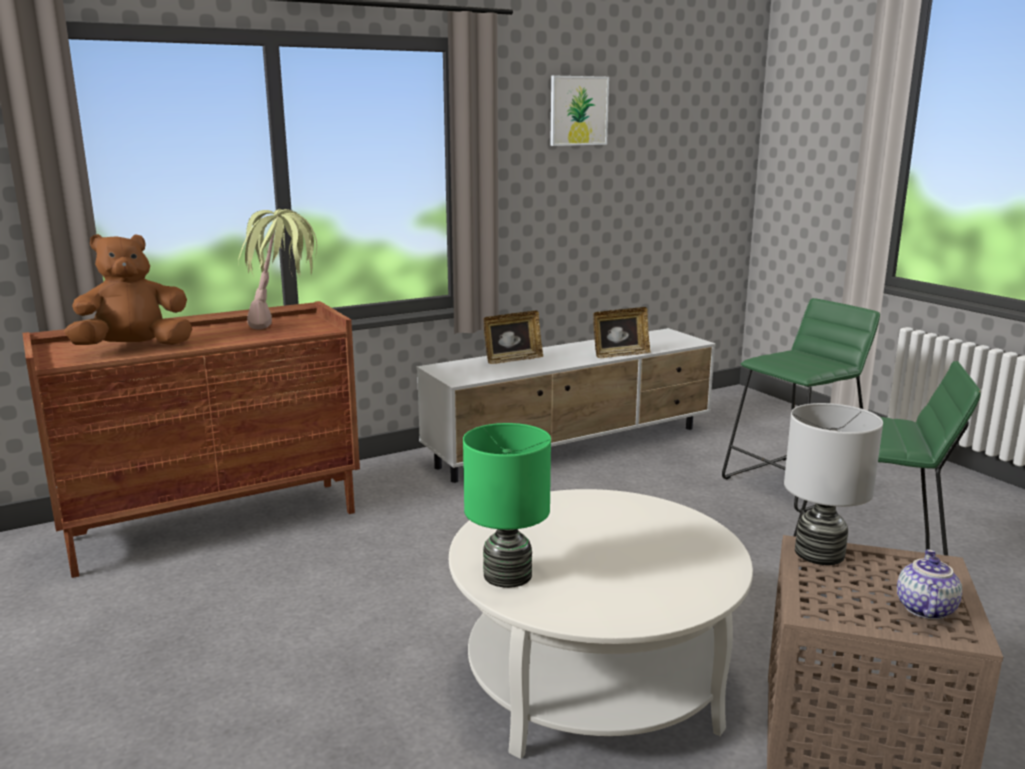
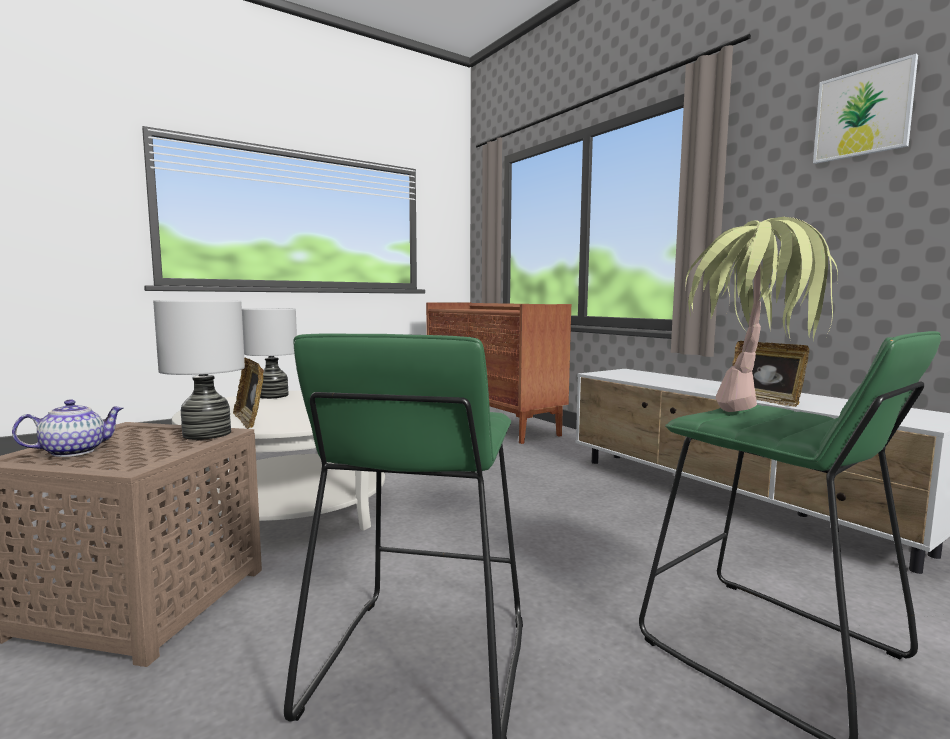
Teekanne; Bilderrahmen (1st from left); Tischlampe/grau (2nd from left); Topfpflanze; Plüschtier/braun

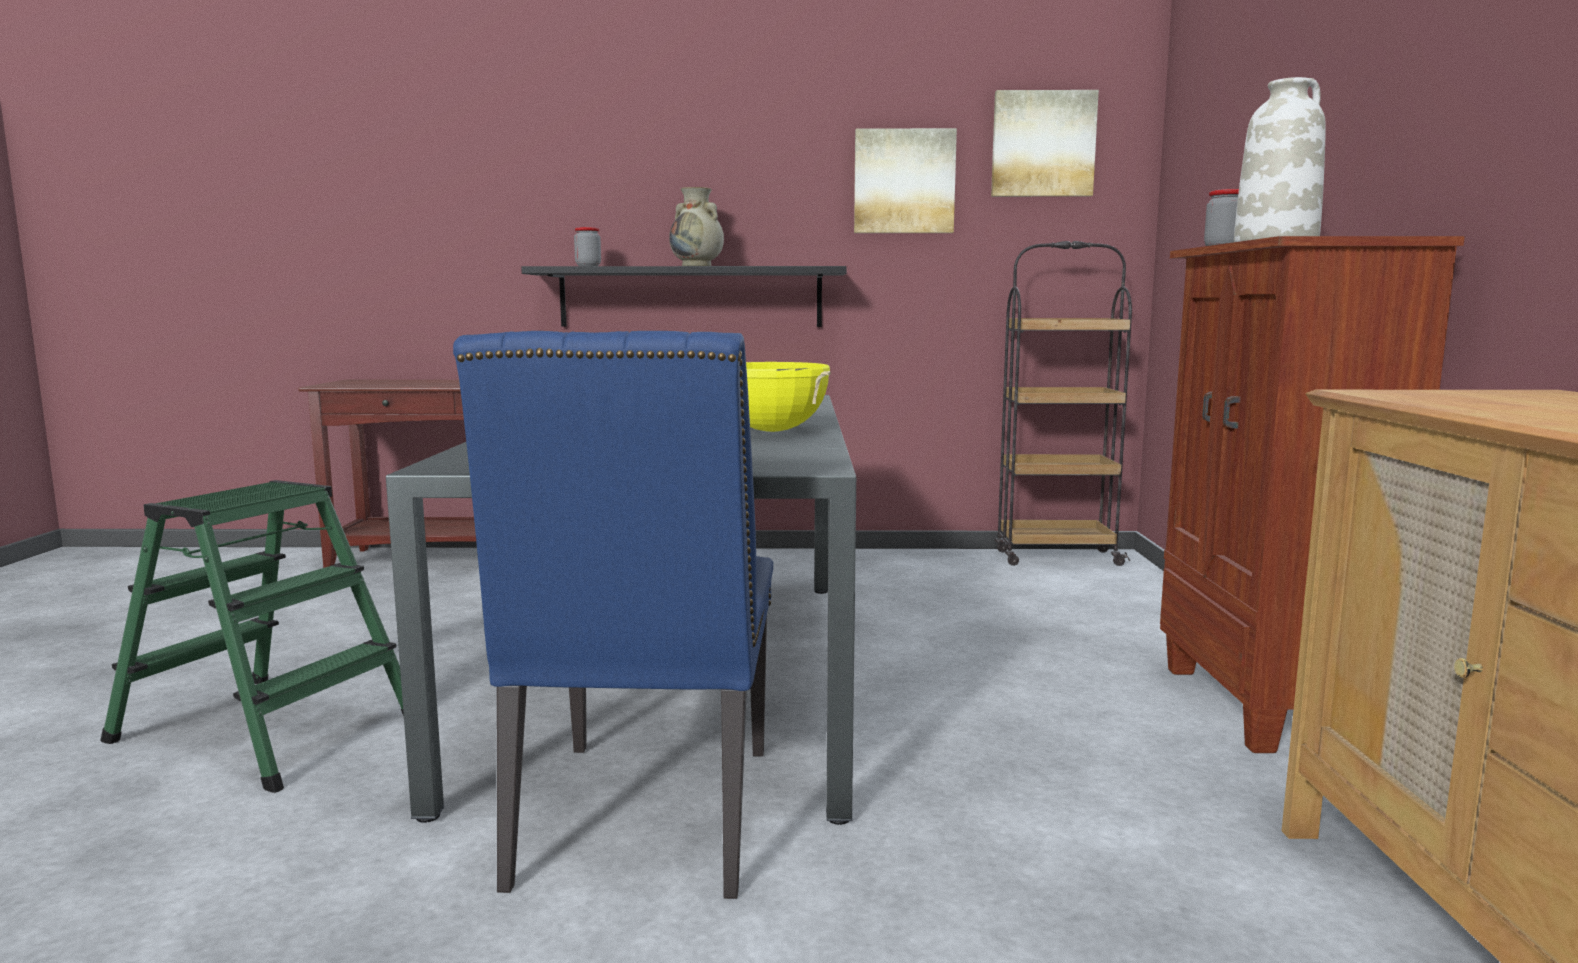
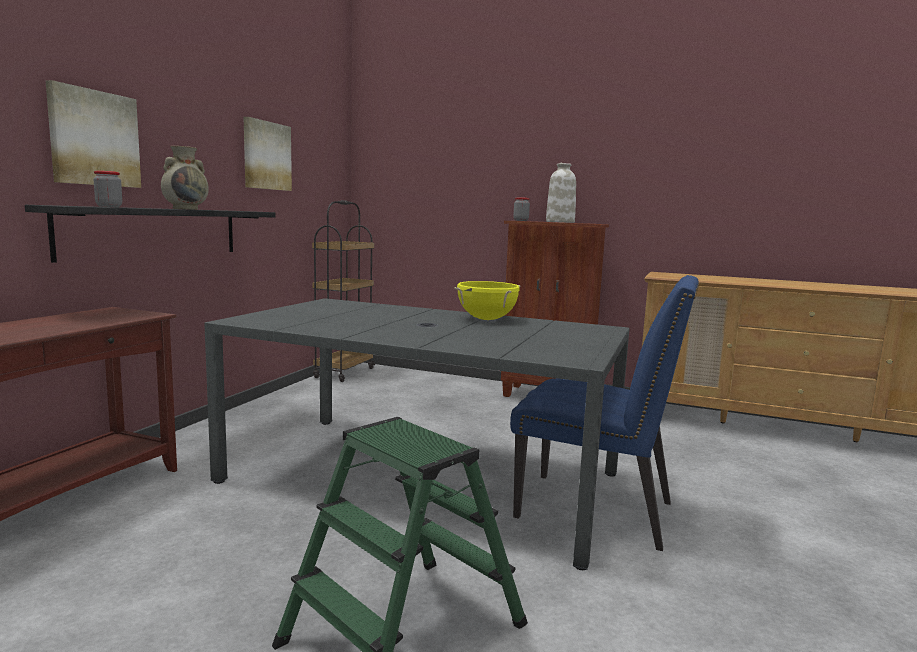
Bild (1st from left)

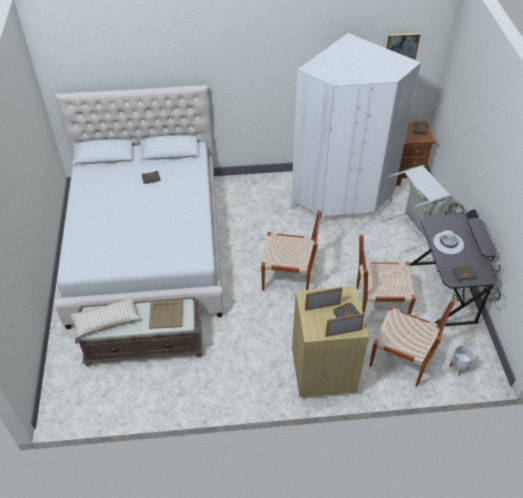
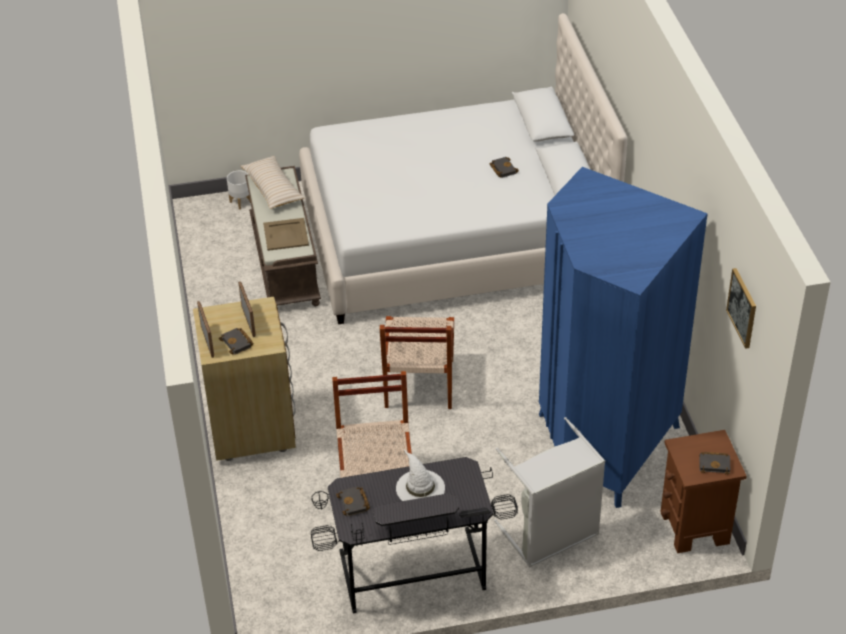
Pflanzkübel/weiß; Kleiderschrank/blau; Stuhl (3rd from left in the first image)

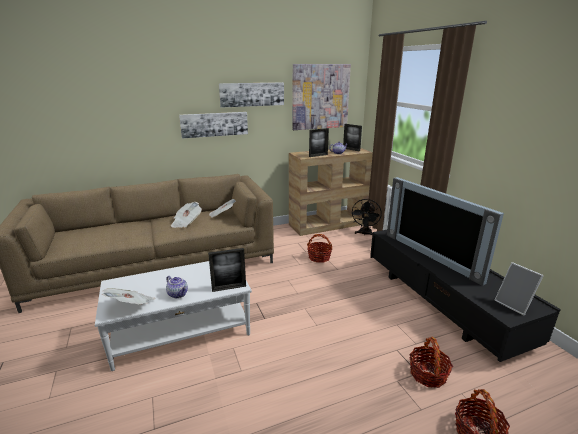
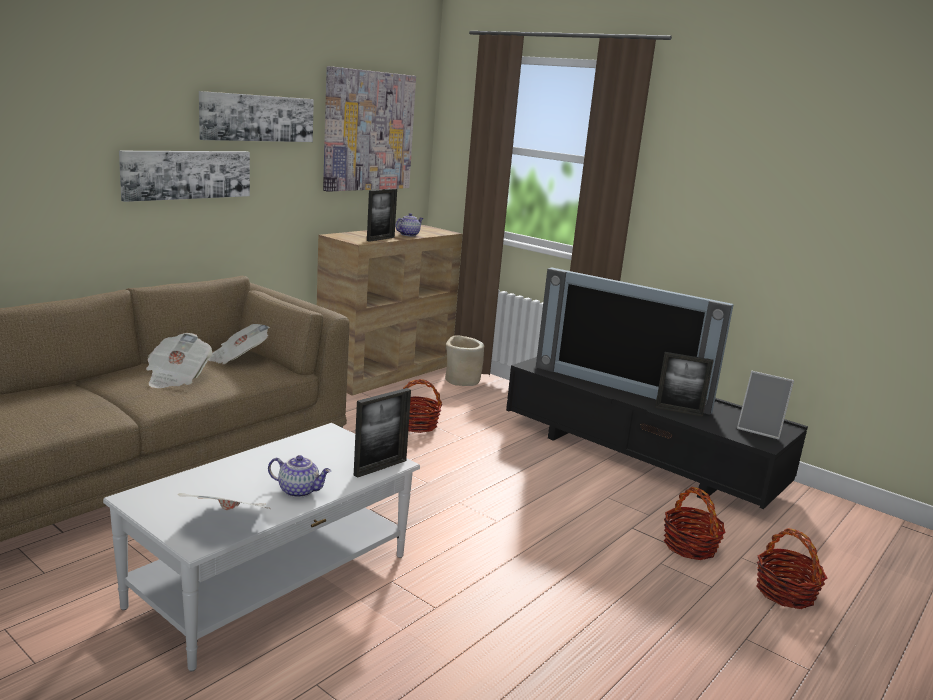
Pflanzkübel/beige; Bilderrahmen (3rd from left)

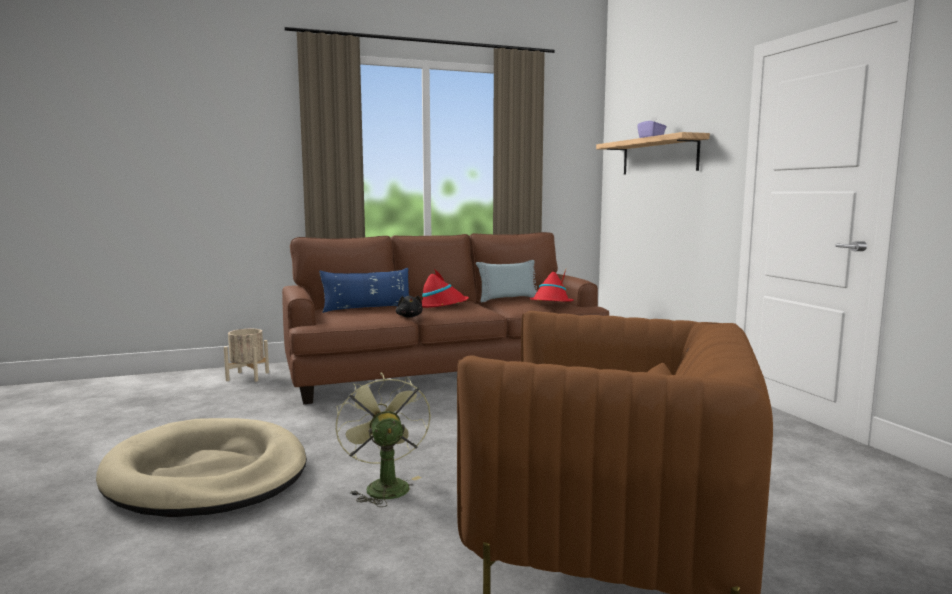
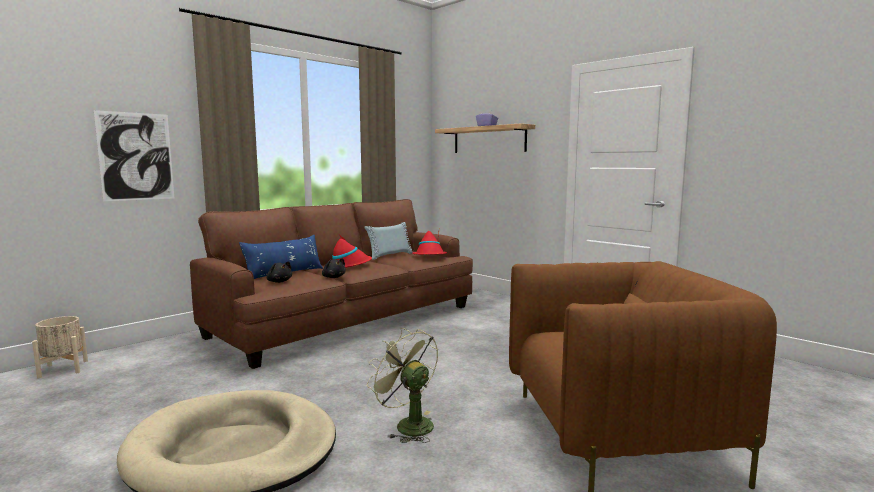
Pflanzkübel/beige; Bild; Plüschtier/schwarz (1st from left)

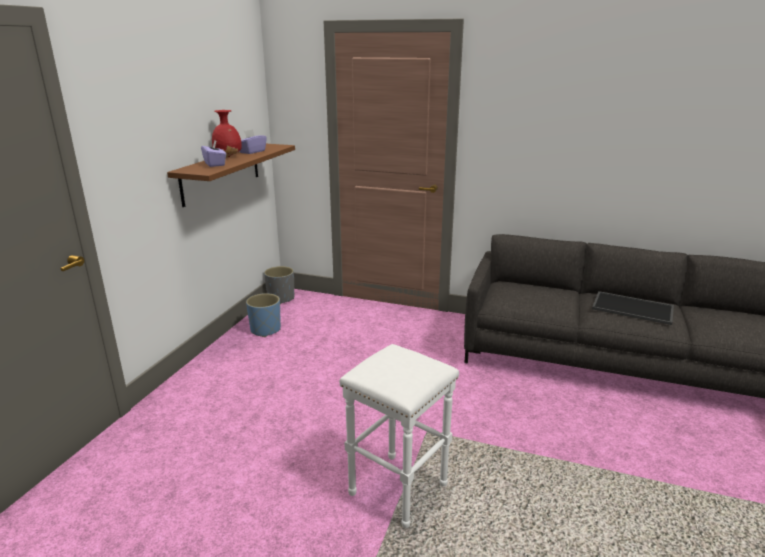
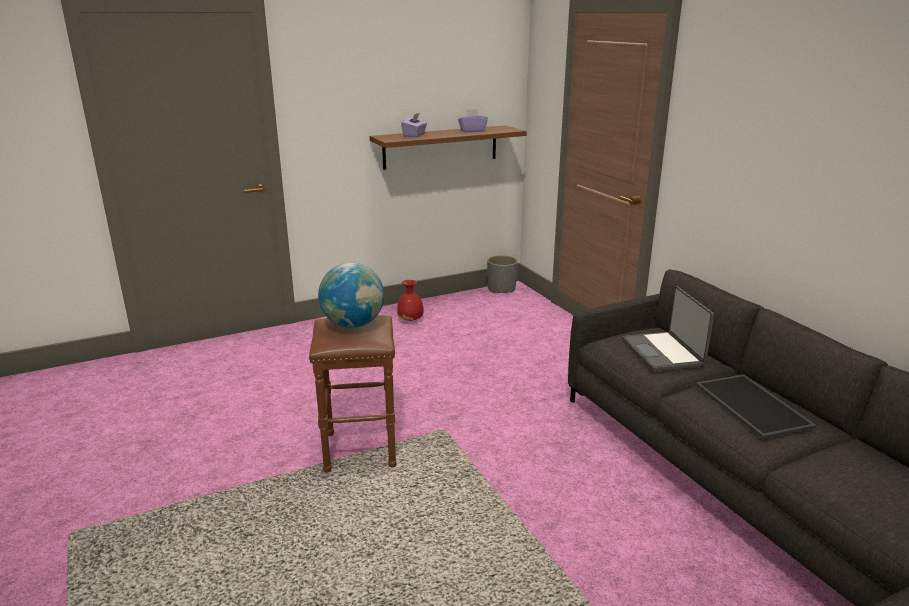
Hocker/braun; Globus; Vase/rot; Laptop; Pflanzkübel/blau

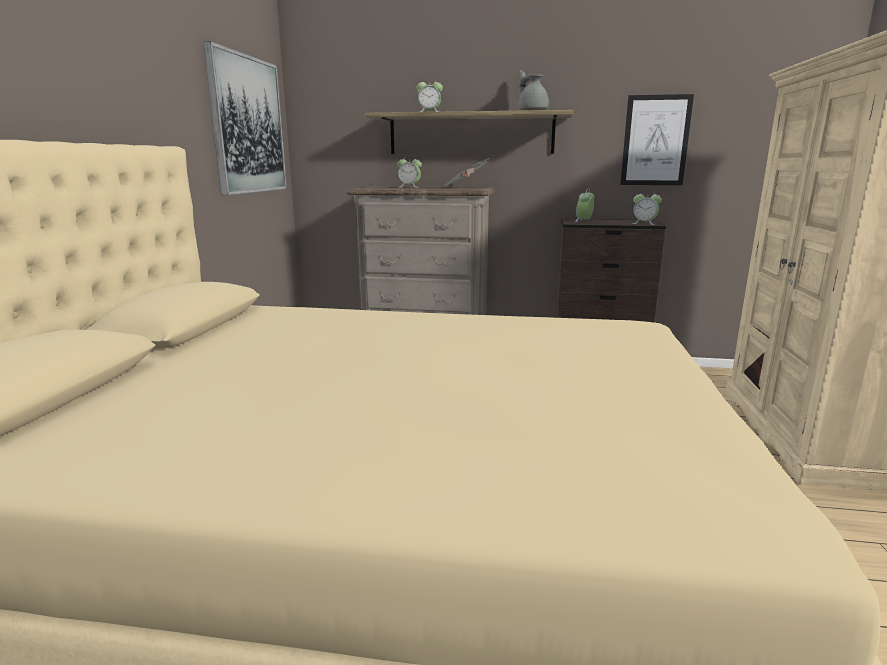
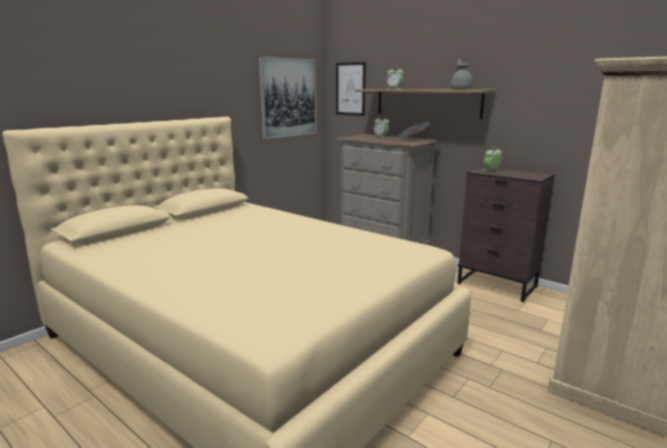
Bild (2nd from left); Wecker (4th from left in the first image)

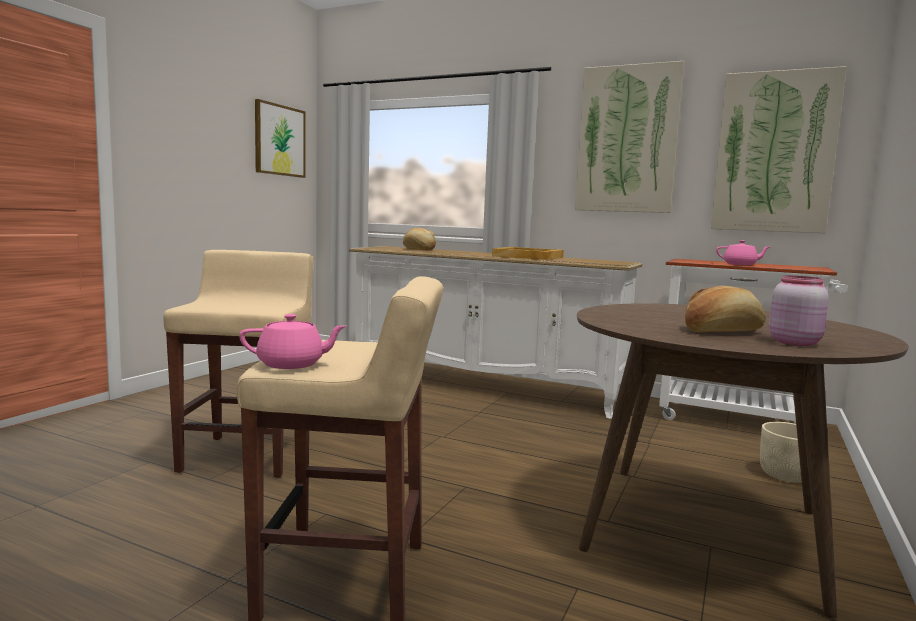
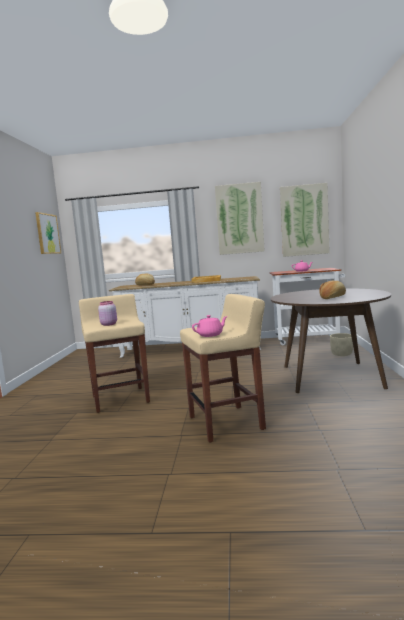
Vorratsglas/rosa

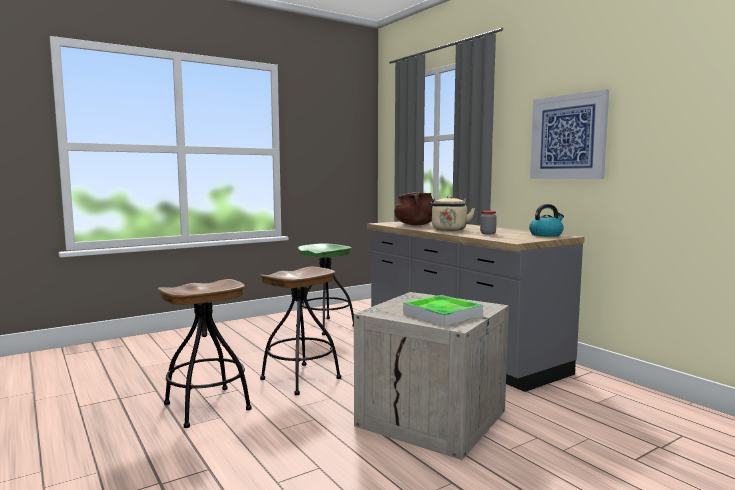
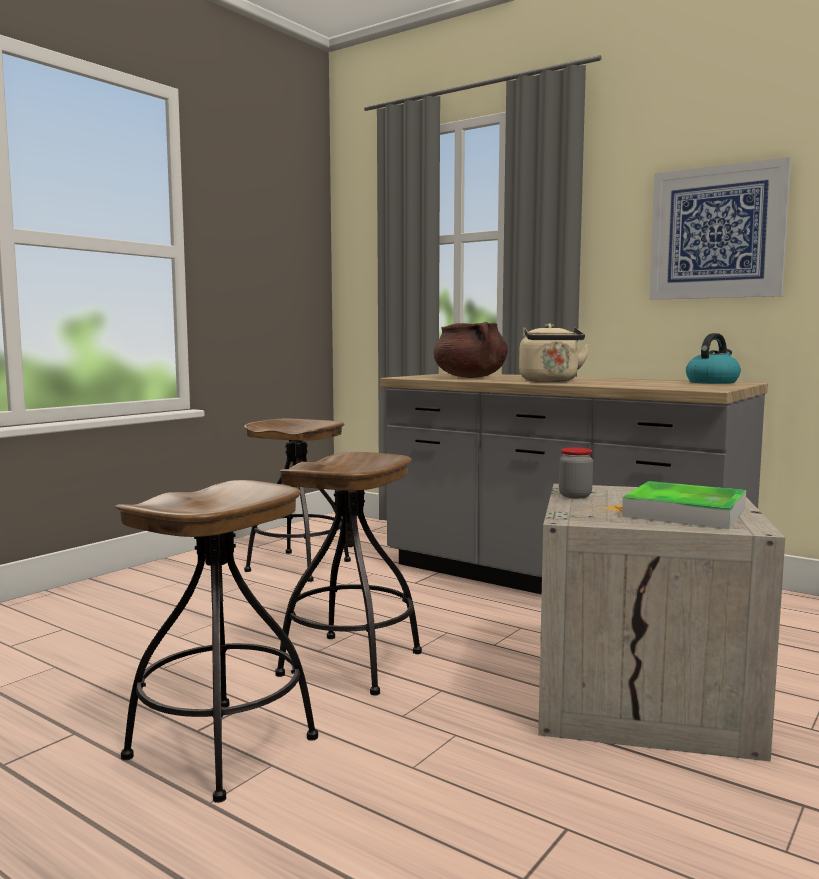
Hocker/braun (2nd from left); Vorratsglas

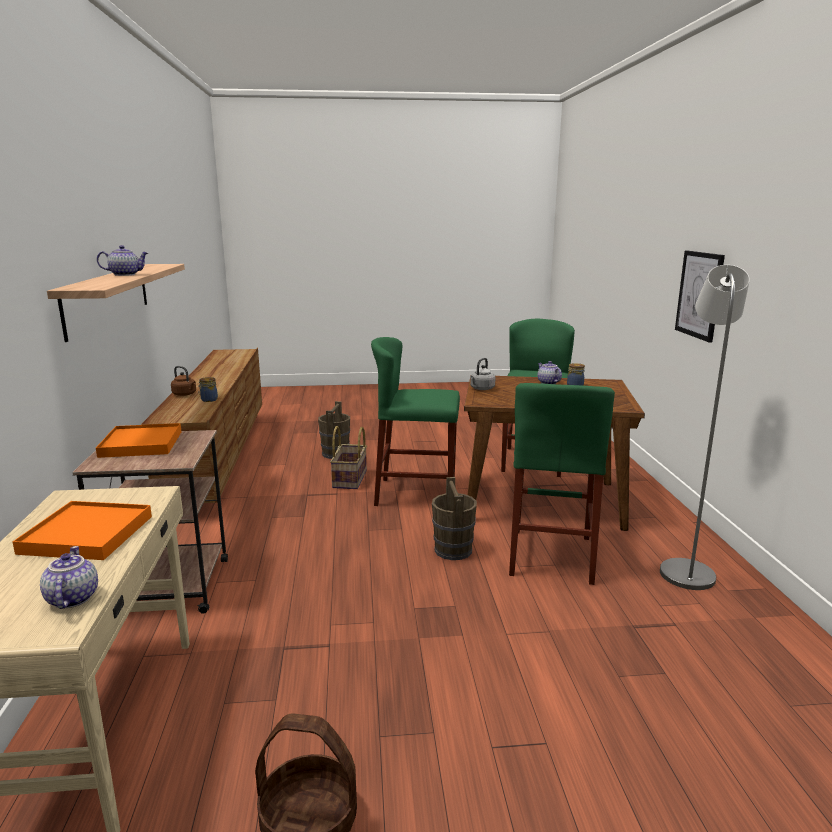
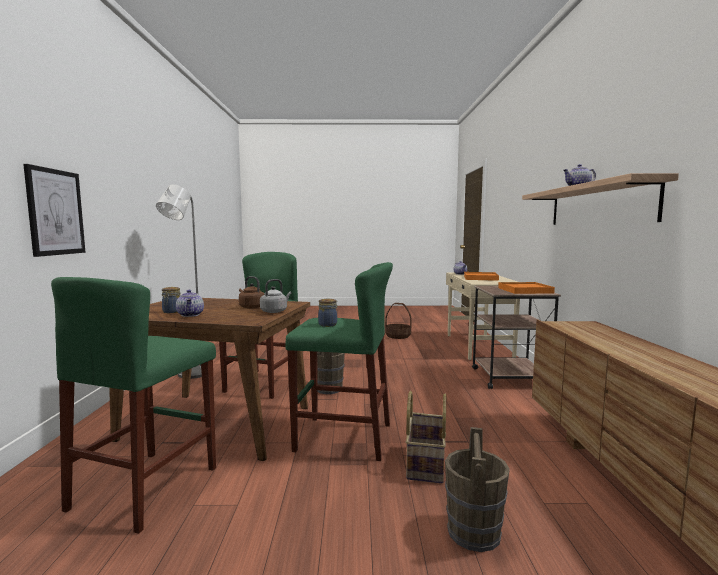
Wasserkessel/braun; Vorratsglas (2nd from left)

